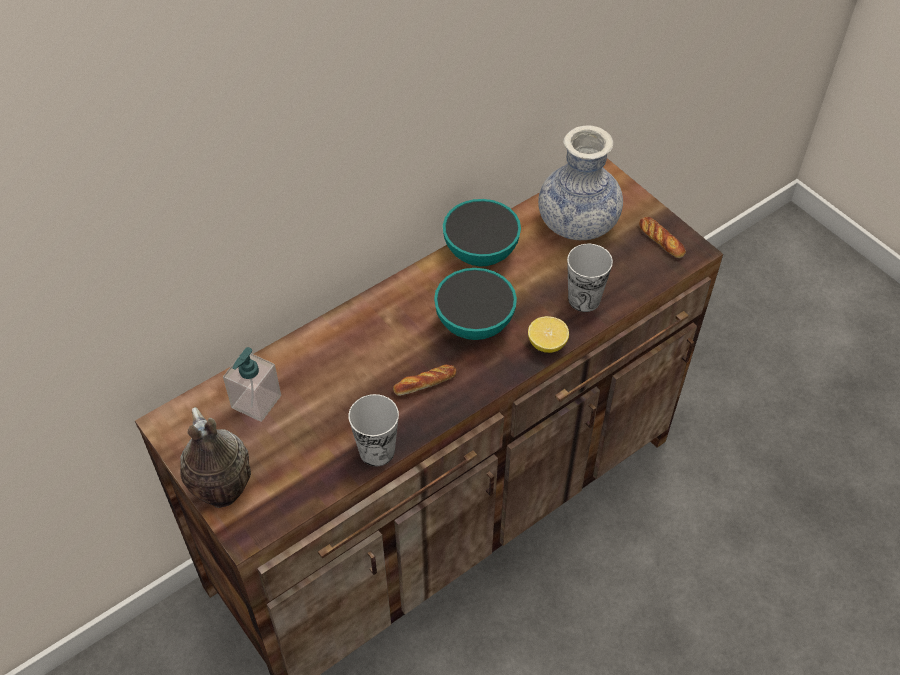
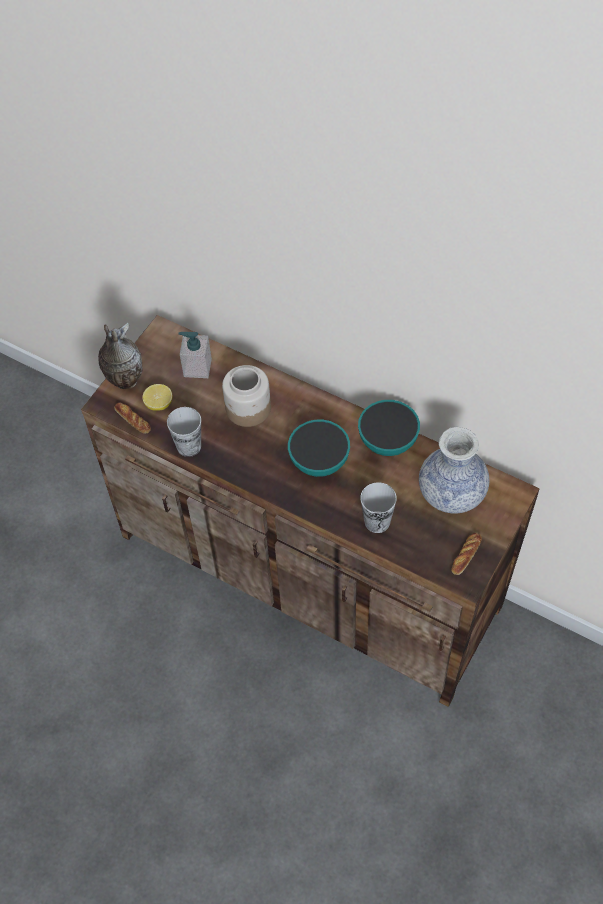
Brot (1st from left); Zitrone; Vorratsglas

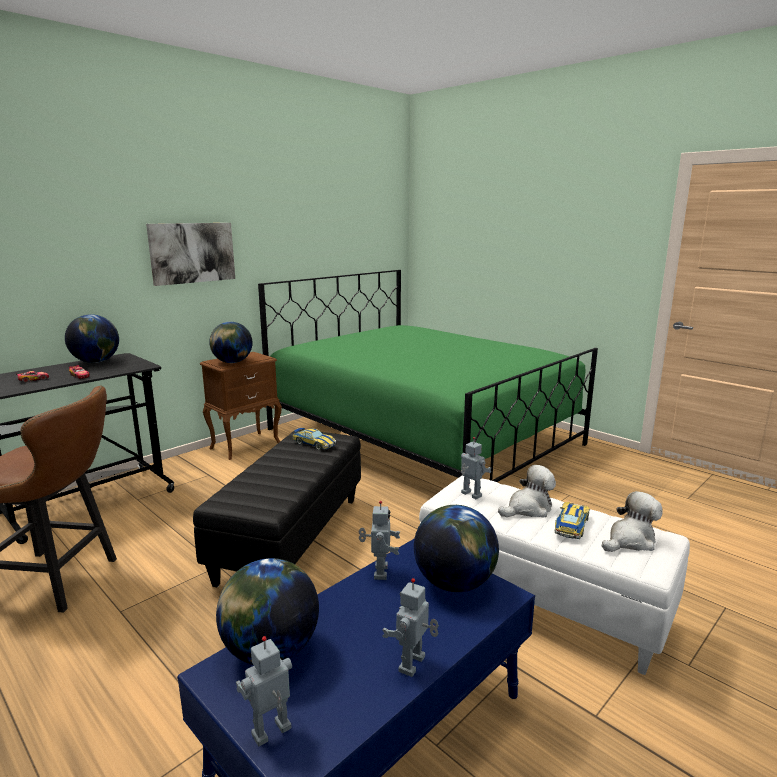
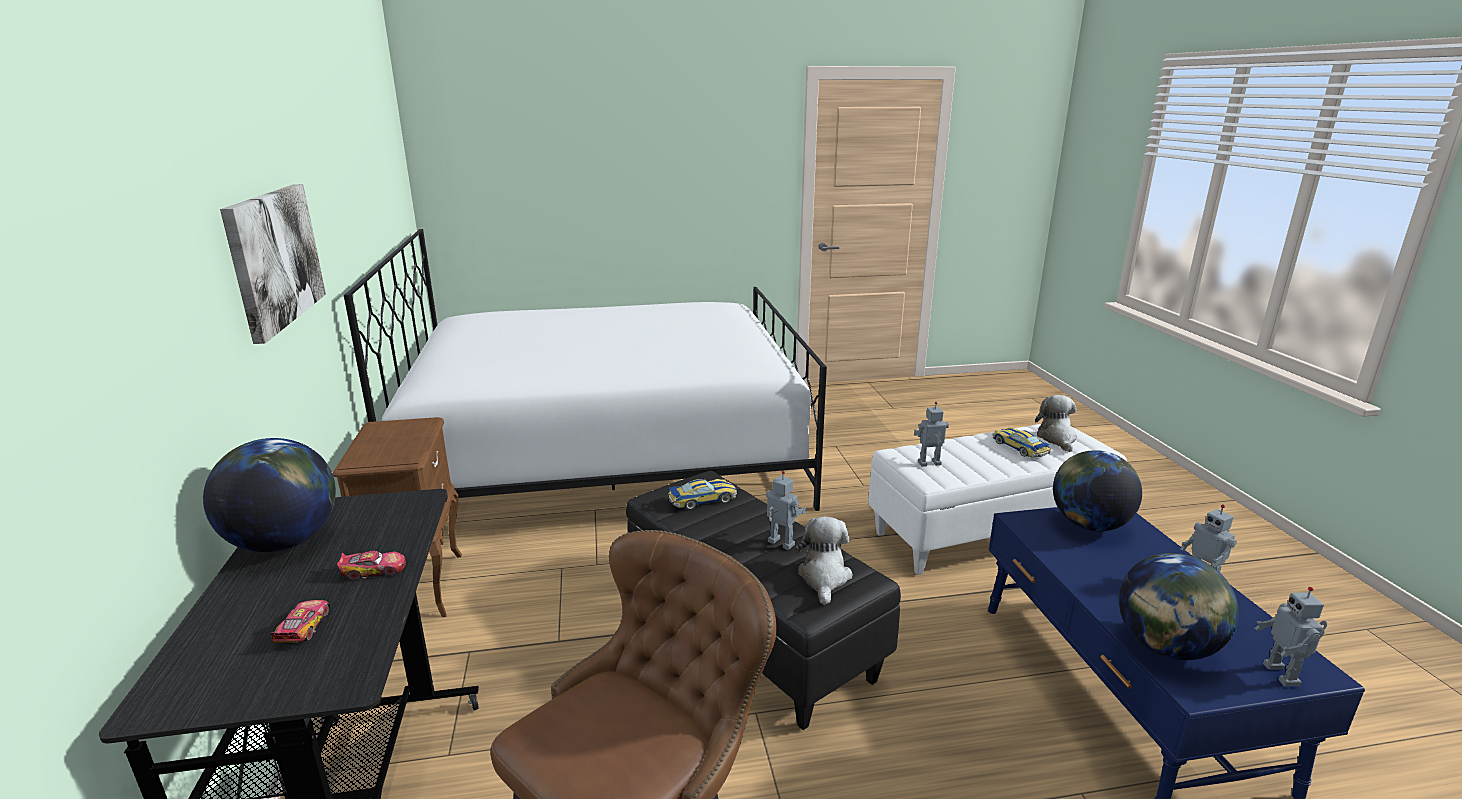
Bett/weiß; Spielzeugroboter (1st from left); Plüschtier (1st from left); Globus (2nd from left in the first image)

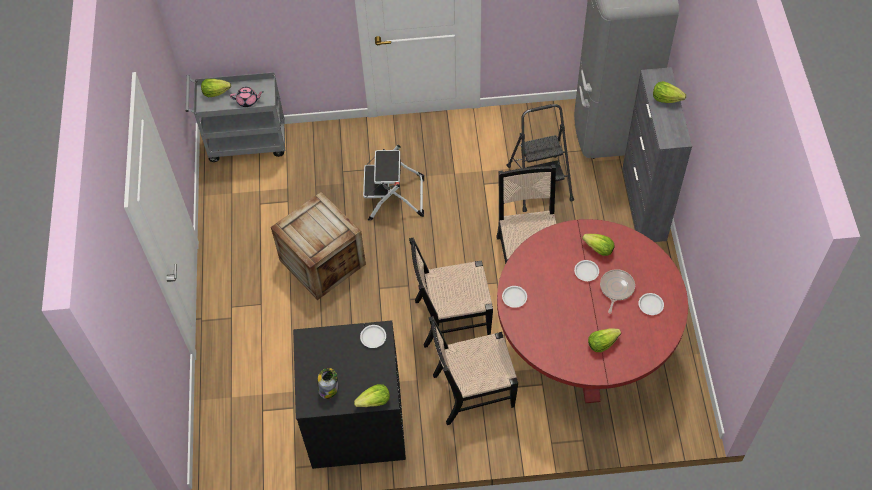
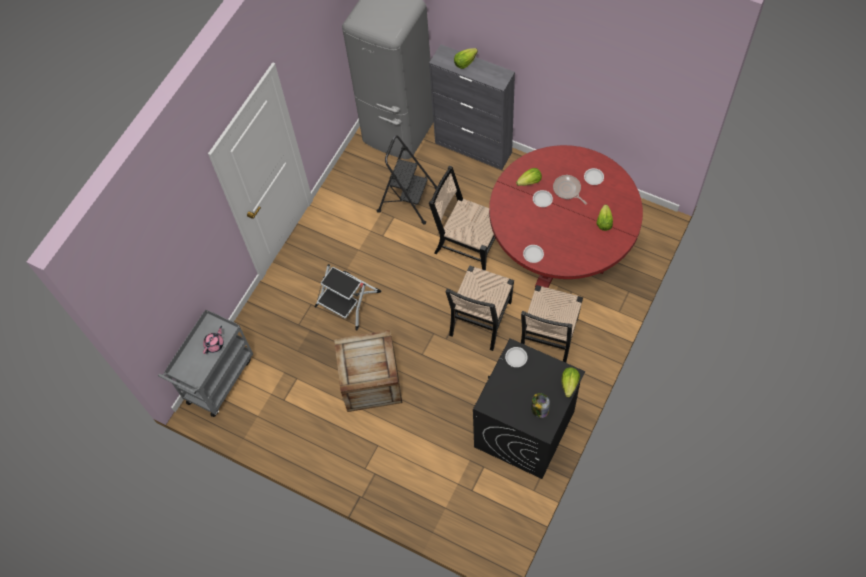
Salatkopf (1st from left in the first image)

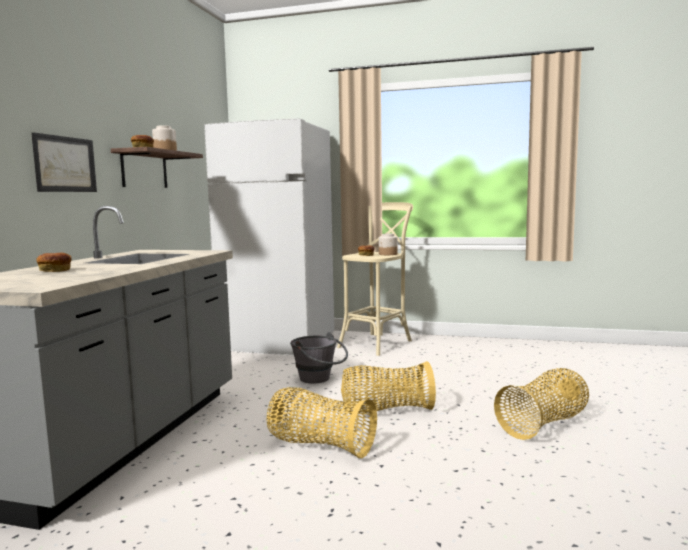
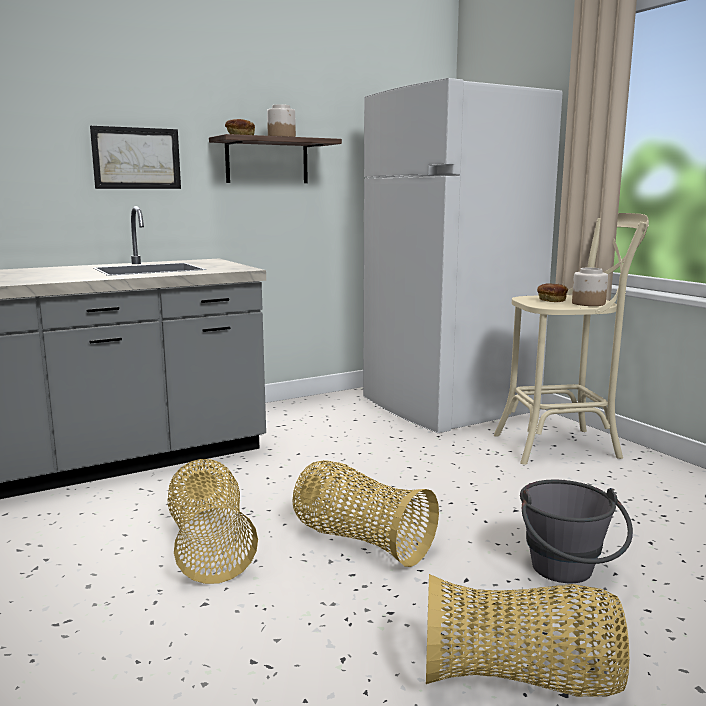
Eimer/grau; Brot (1st from left in the first image)

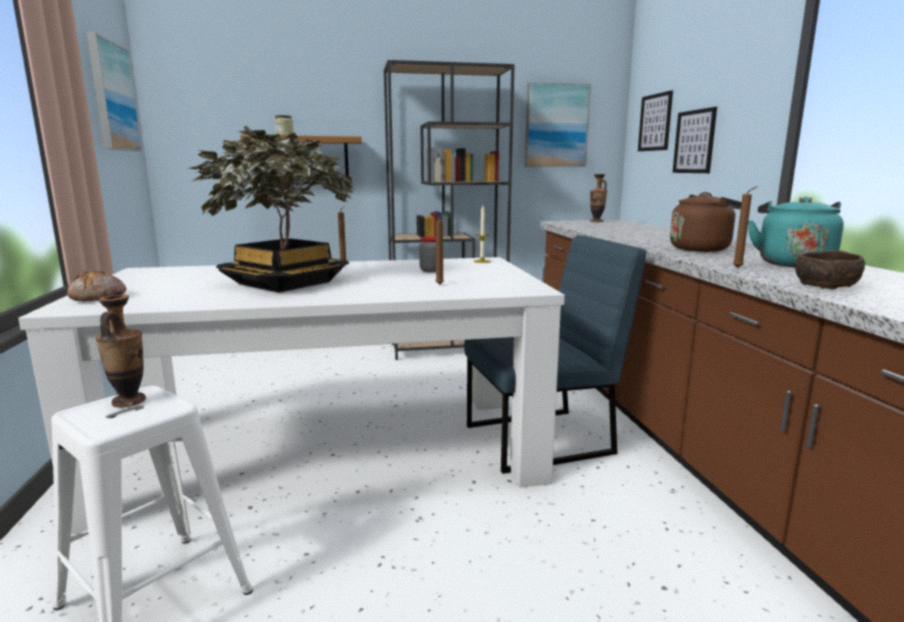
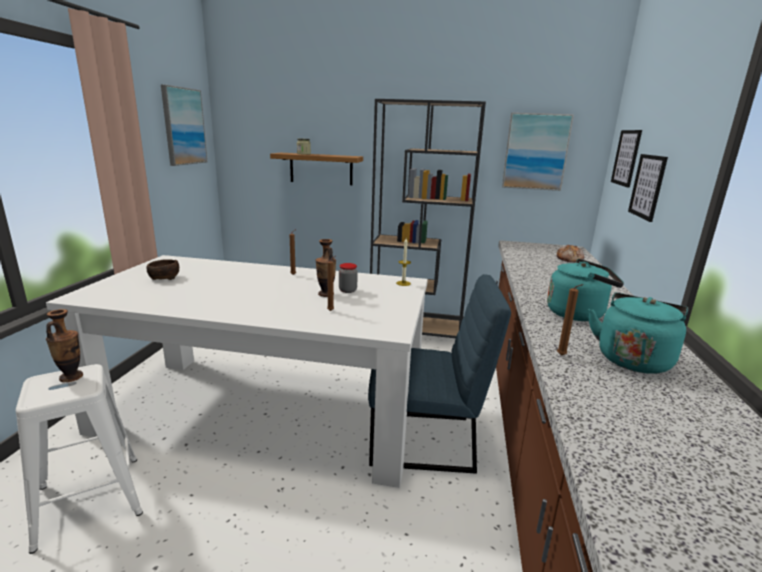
Schüssel/braun; Vase (2nd from left); Wasserkessel/türkis (1st from left); Brot; Topfpflanze

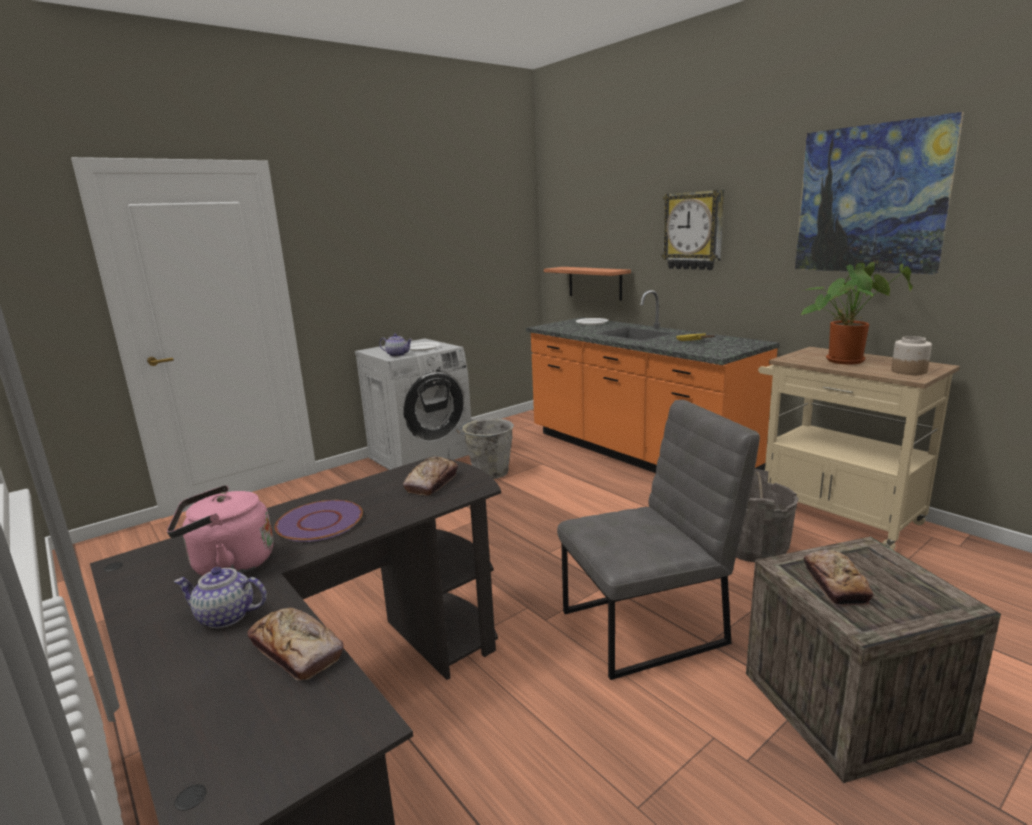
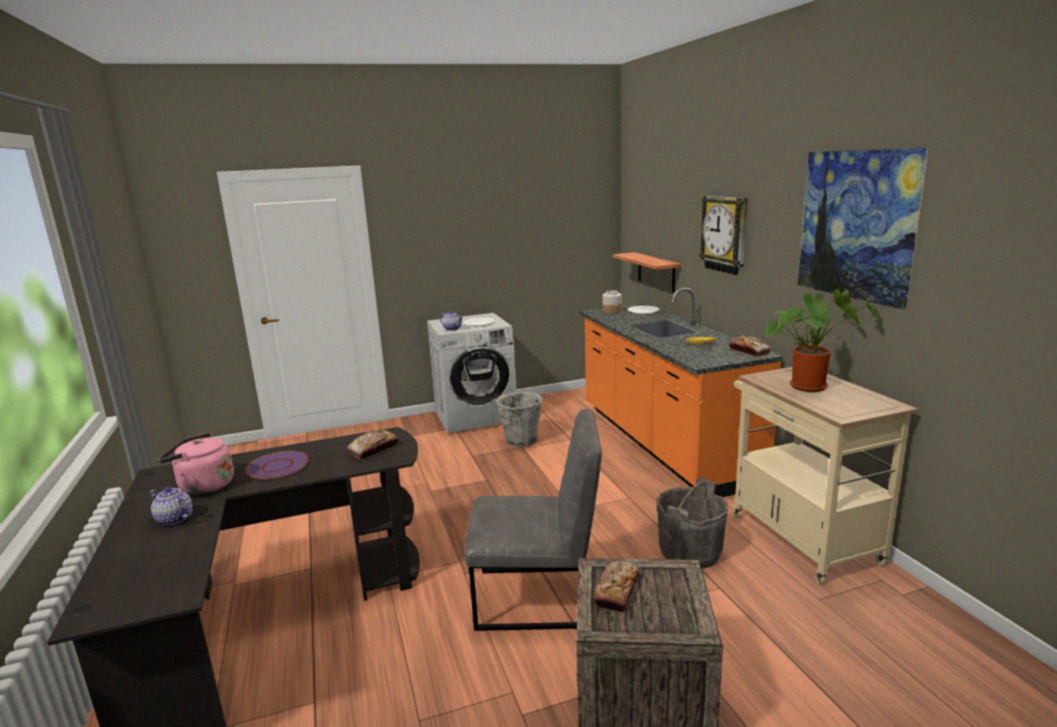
Vorratsglas; Brot (3rd from left)

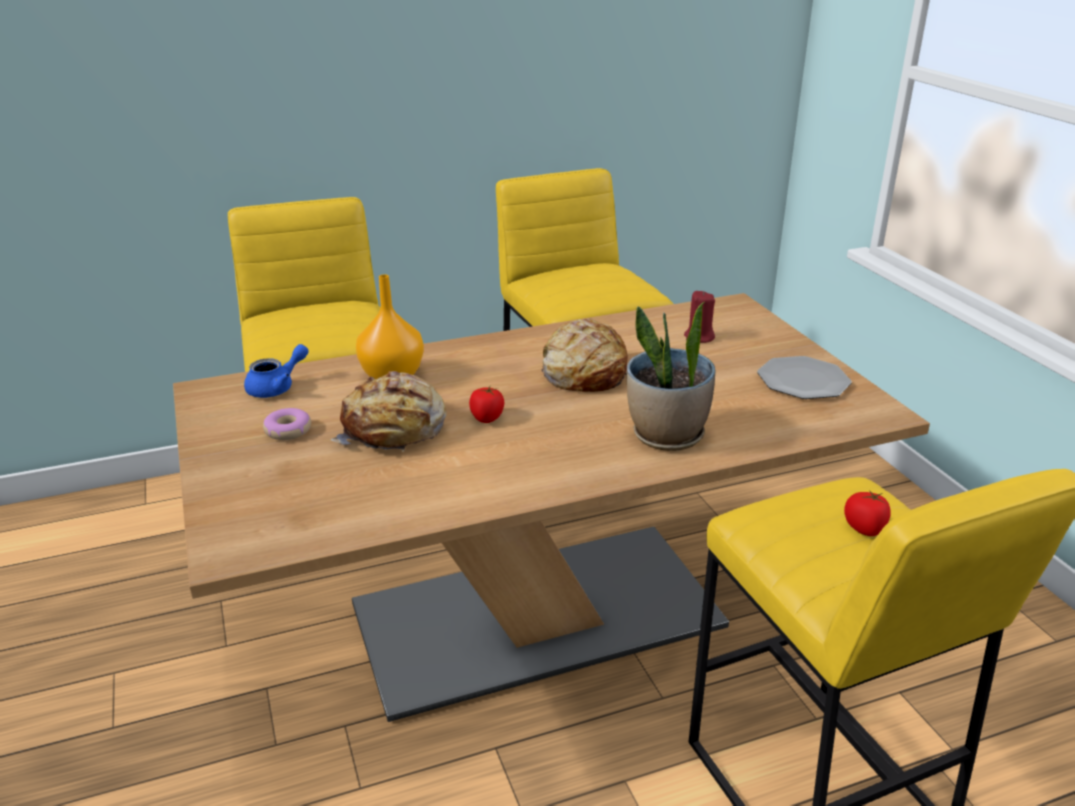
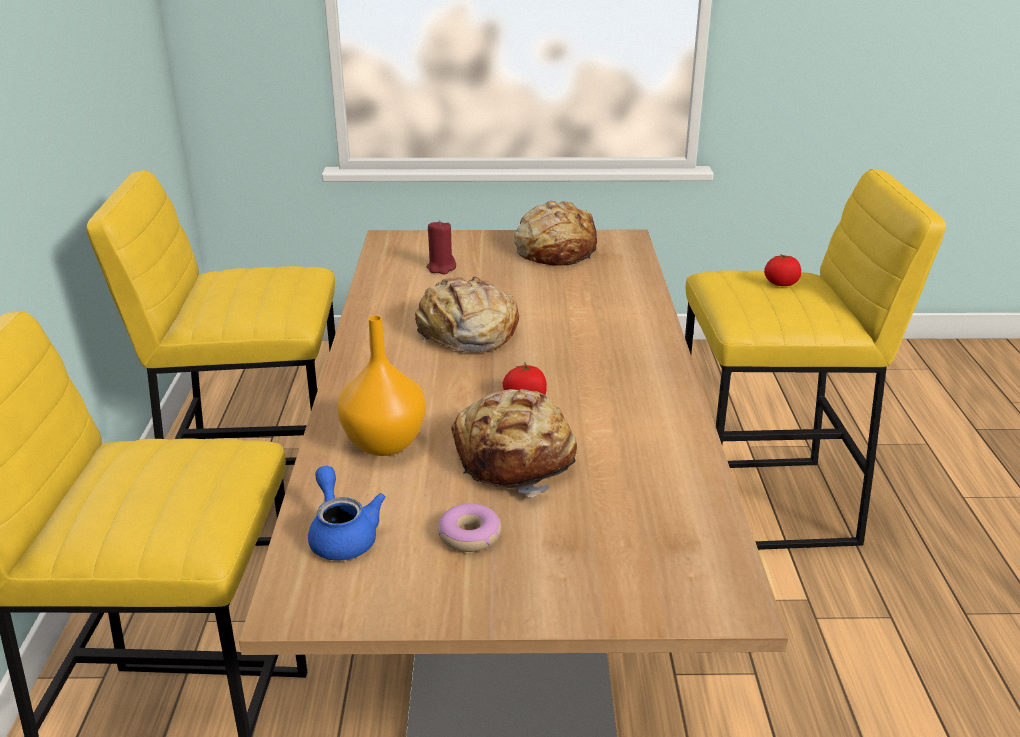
Brot (3rd from left); Topfpflanze

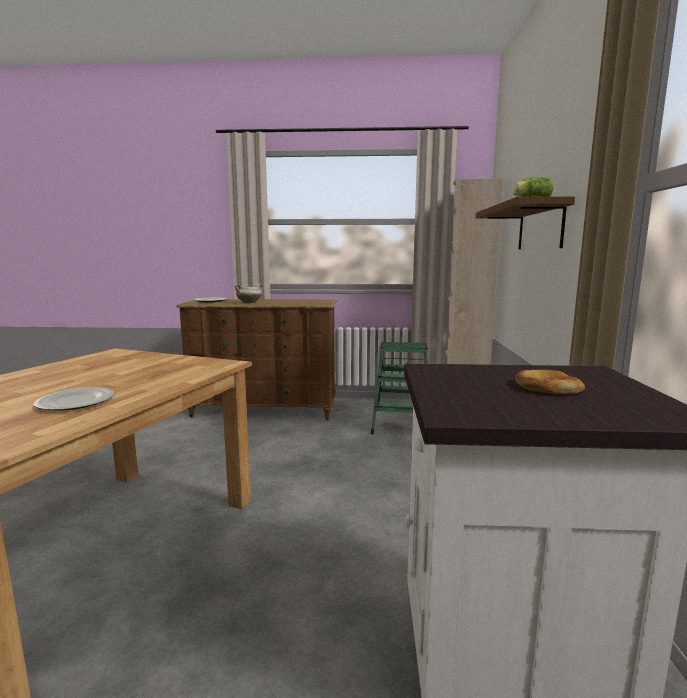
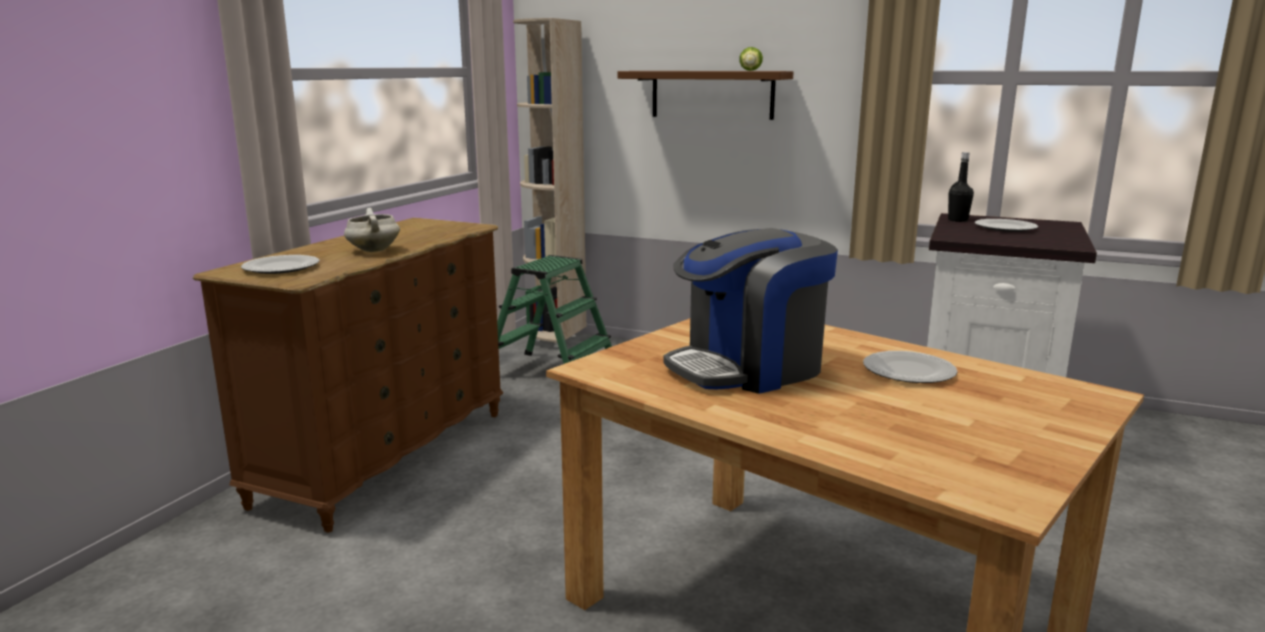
Kaffeemaschine; Flasche/schwarz; Teller (3rd from left)

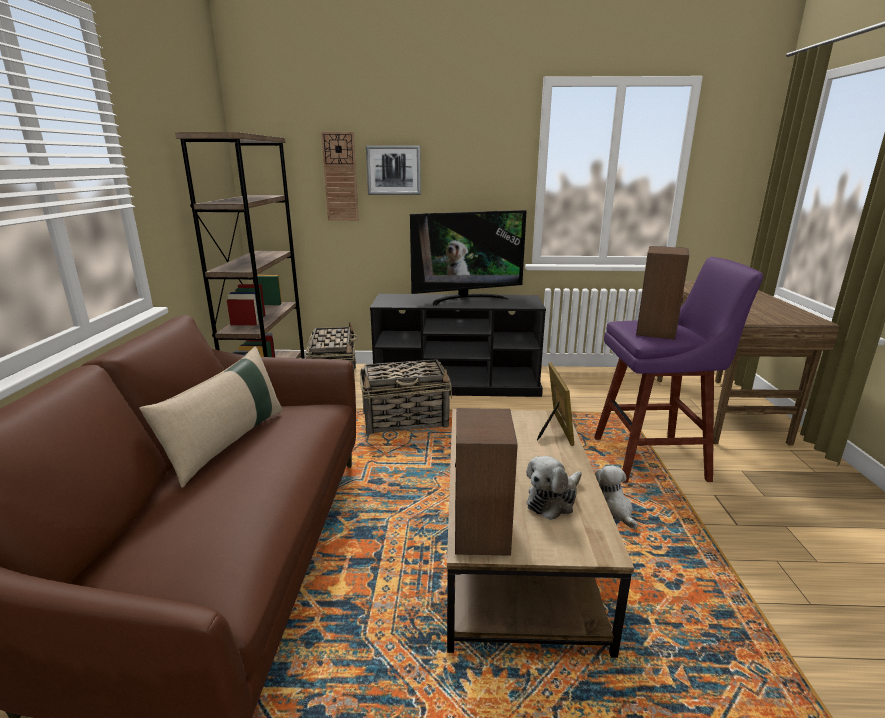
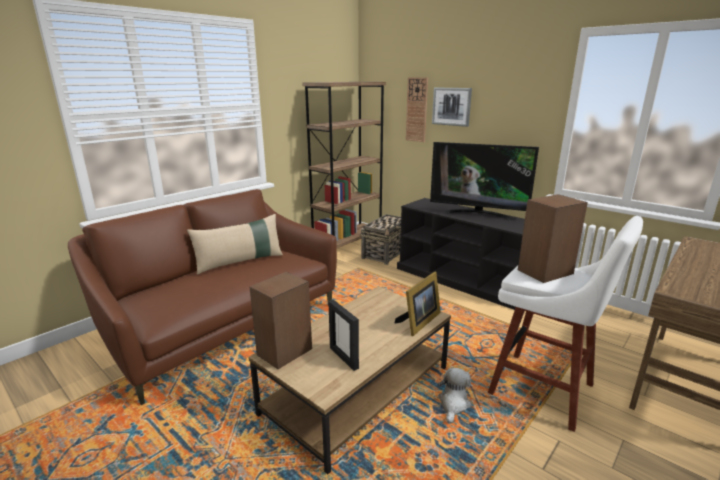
Bilderrahmen (1st from left); Hocker/weiß; Korb (2nd from left in the first image)

